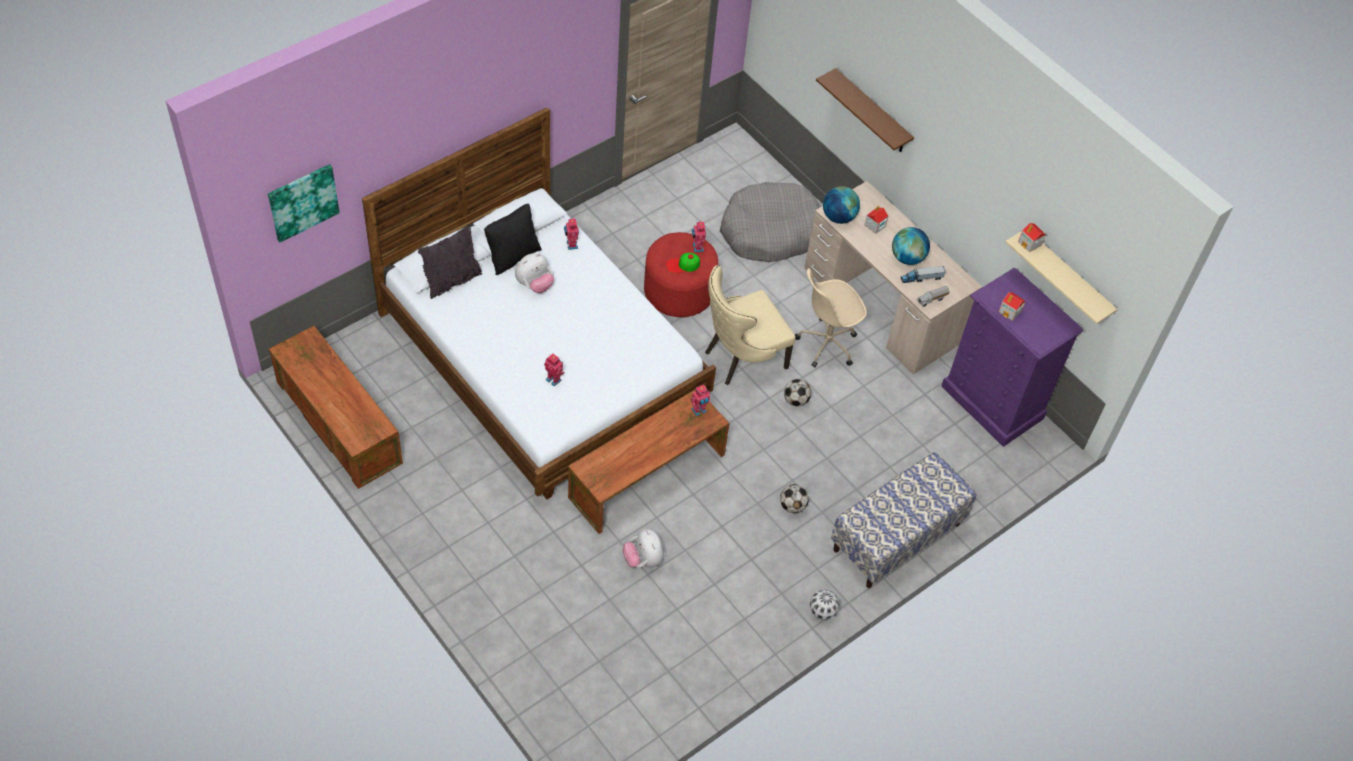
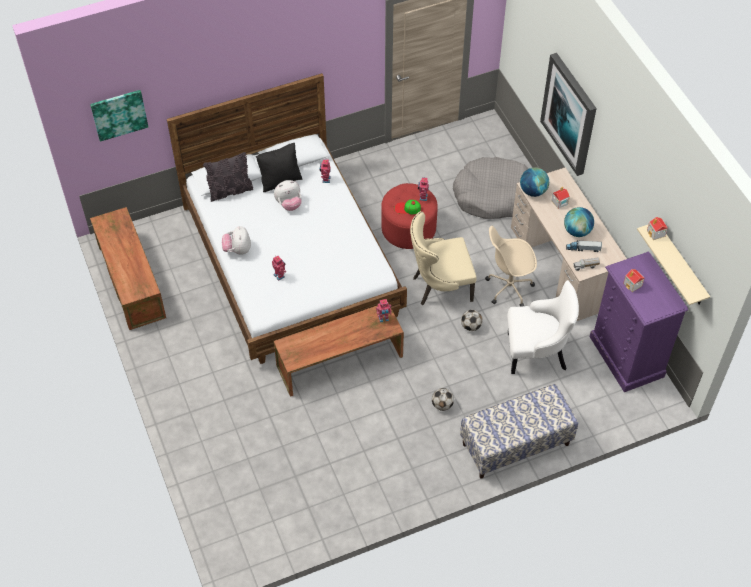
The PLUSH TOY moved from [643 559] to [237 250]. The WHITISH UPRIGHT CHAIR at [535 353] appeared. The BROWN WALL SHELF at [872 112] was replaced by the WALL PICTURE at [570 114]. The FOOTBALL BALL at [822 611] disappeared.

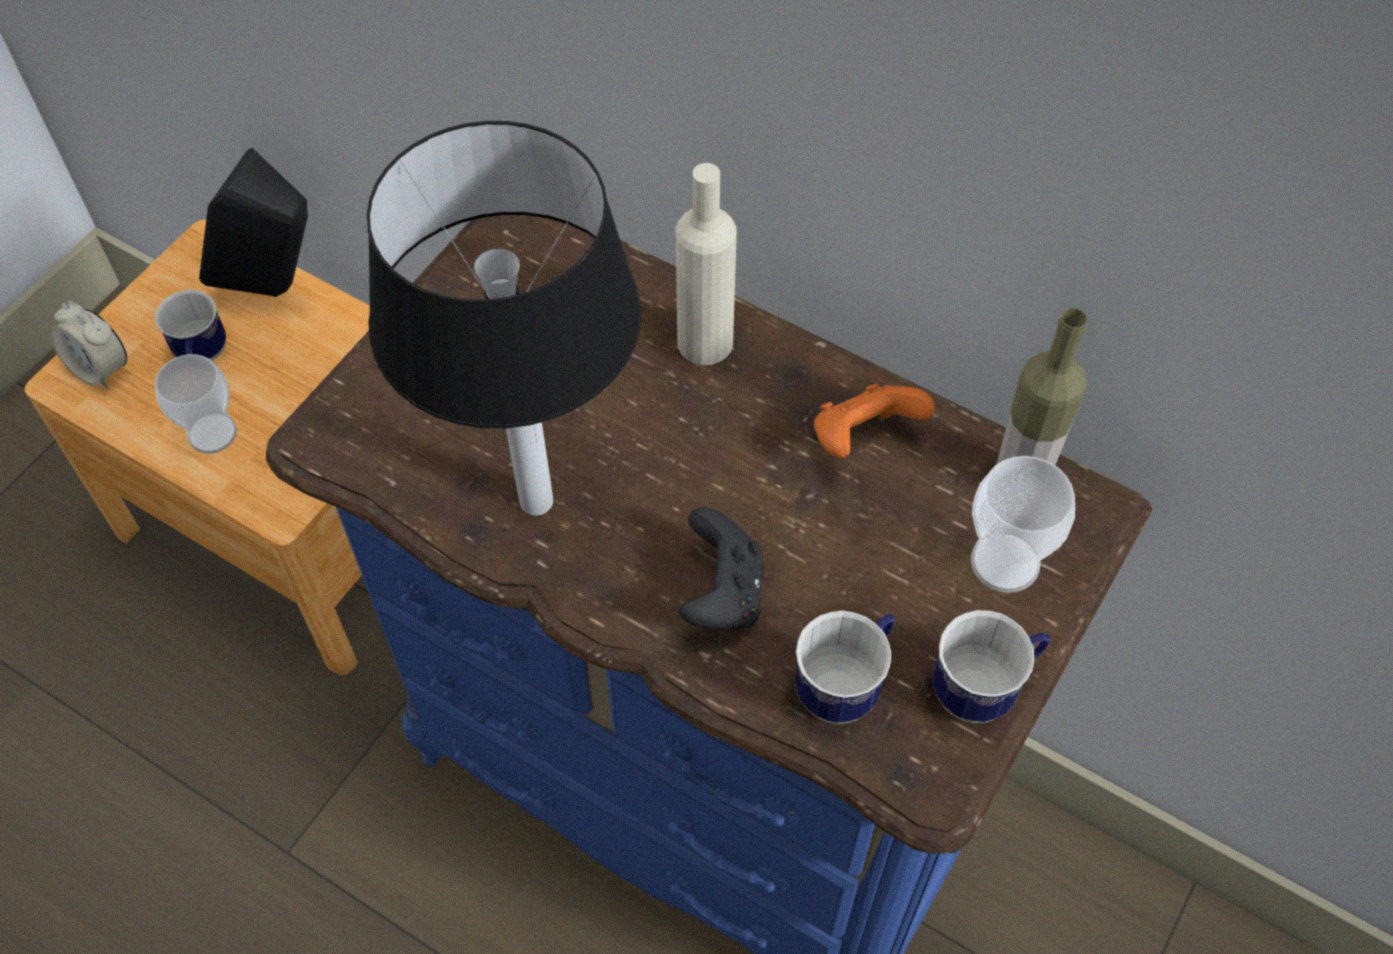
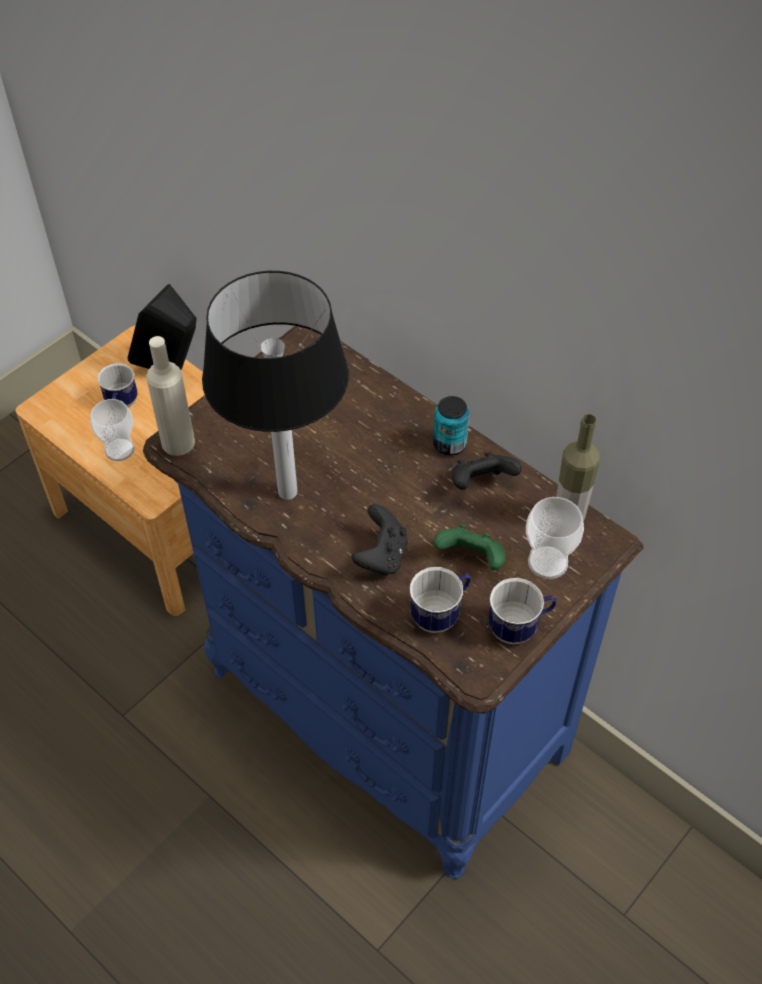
The BEIGE-COLOURED BEVERAGE BOTTLE moved from [705 342] to [178 442]. The METAL CAN at [449 444] appeared. The GREEN GAME CONTROLLER at [471 559] appeared. The ORANGE-COLOURED GAME CONTROLLER at [863 438] became the BLACK-COLOURED GAME CONTROLLER at [481 484]. The TABLE CLOCK at [100 369] disappeared.

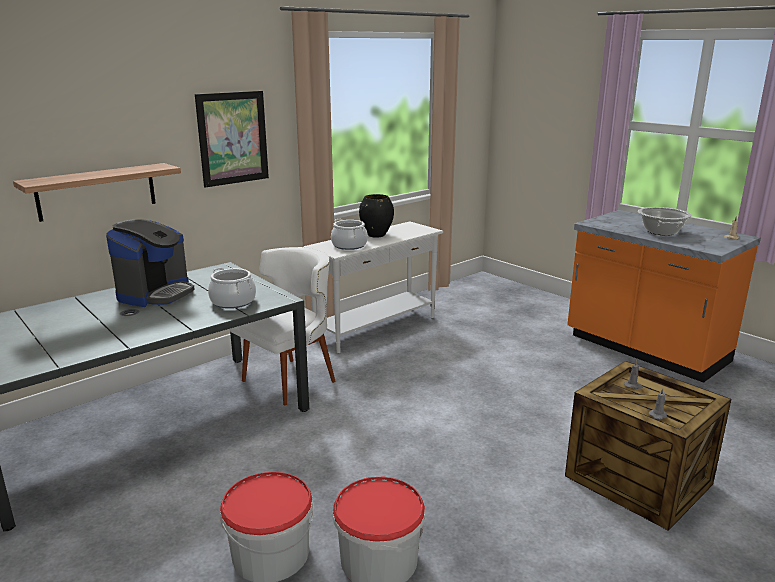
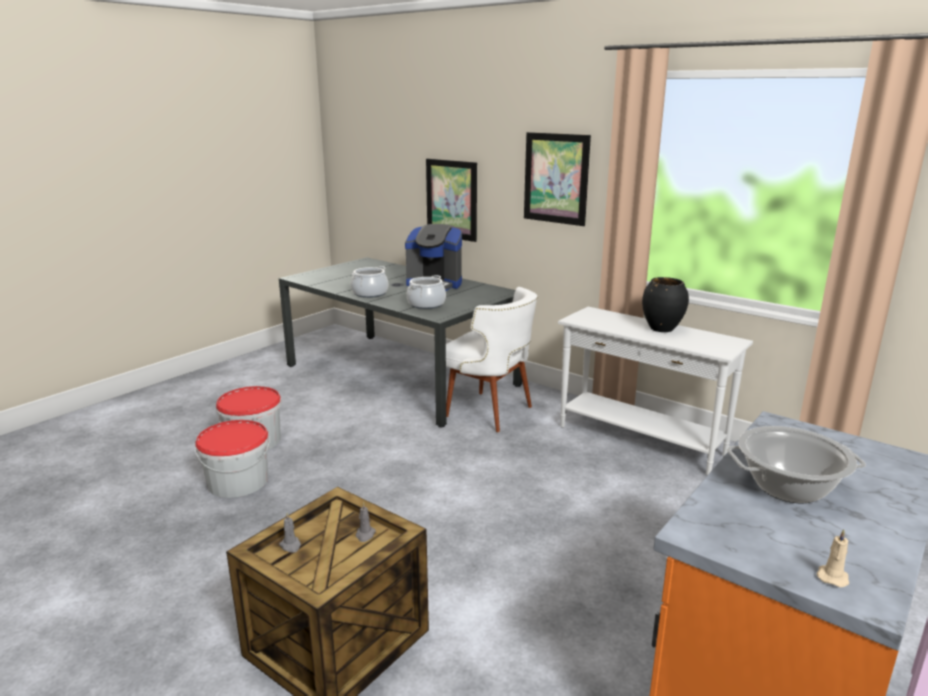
The STOCKPOT moved from [349 245] to [370 293]. The WALL SHELF at [97 191] was replaced by the WALL PICTURE at [451 199].

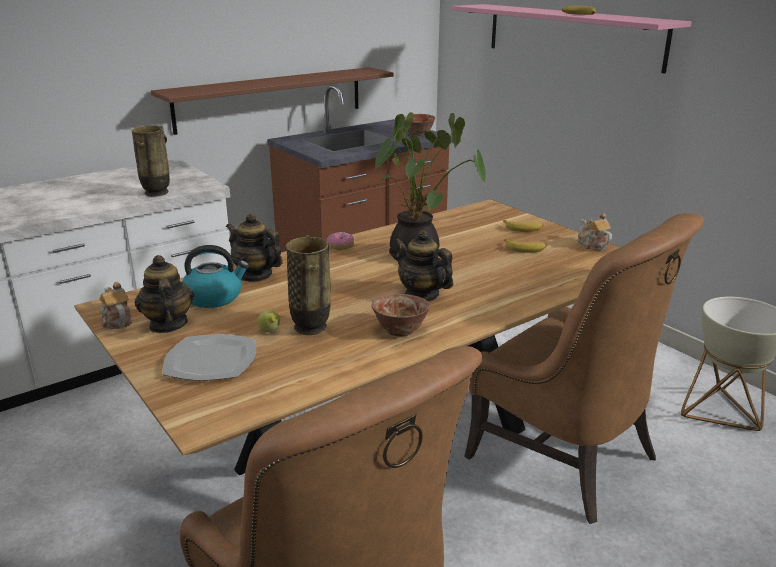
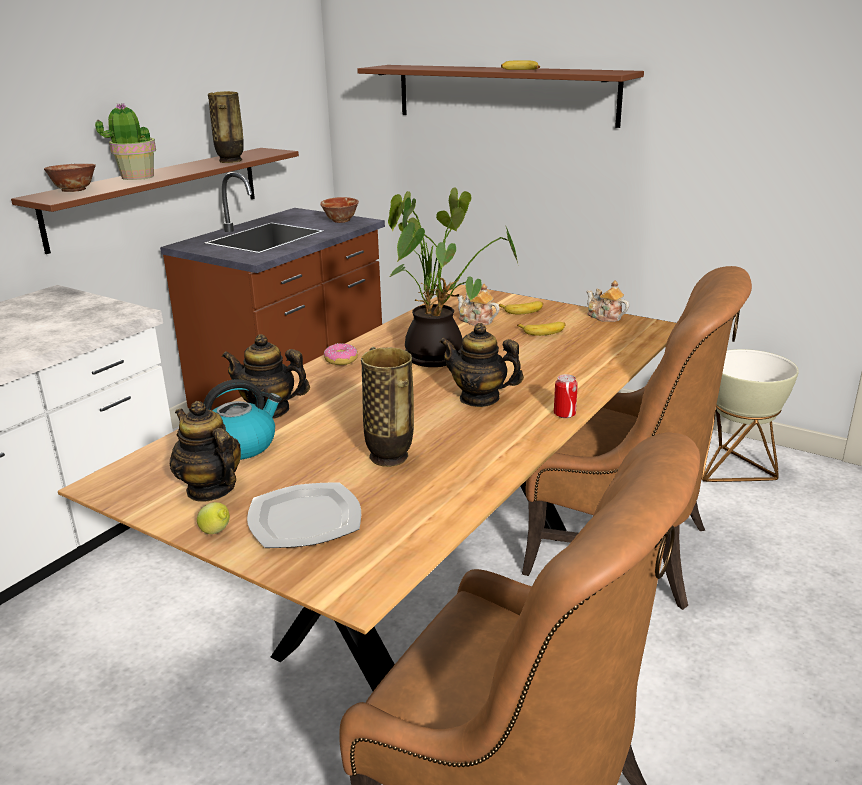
The SERVING BOWL moved from [400 330] to [74 190]. The HOUSEPLANT at [137 177] appeared. The WHOLE LEMON moved from [270 332] to [216 532]. The VASE moved from [157 193] to [231 161]. The PINK-COLOURED WALL SHELF at [571 35] became the BROWN WALL SHELF at [504 94]. The POT FOR TEA moved from [116 321] to [476 321]. The METAL CAN at [564 414] appeared.

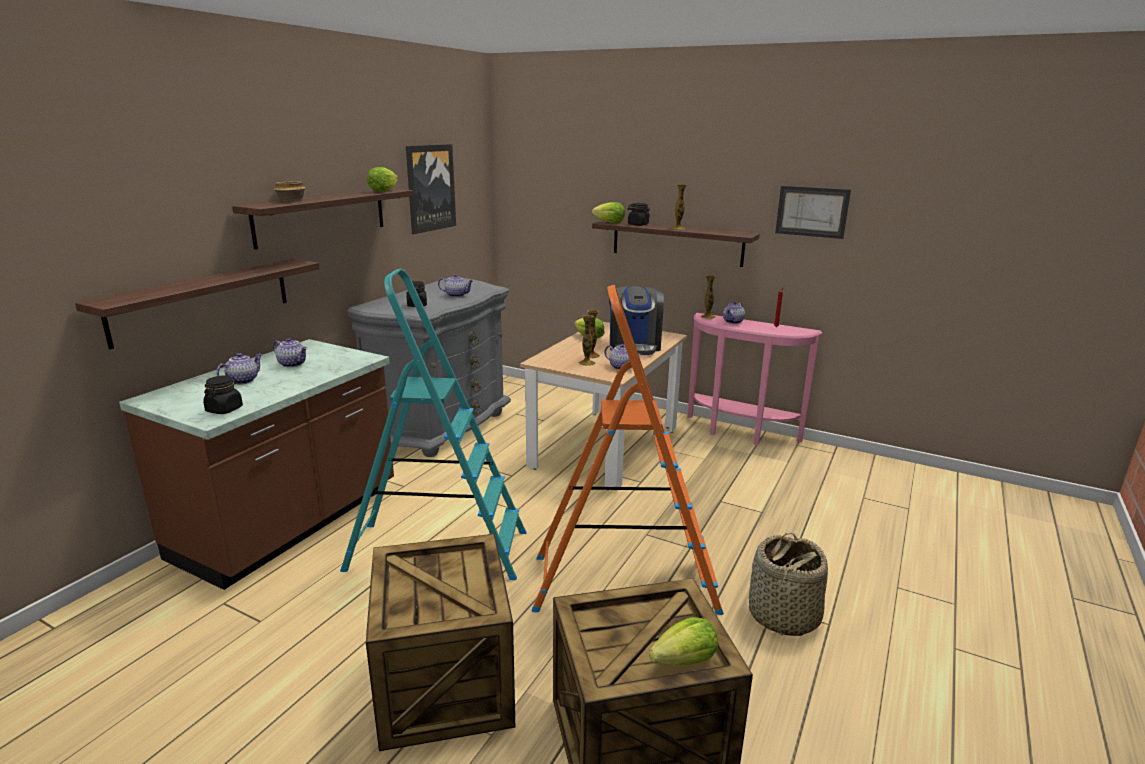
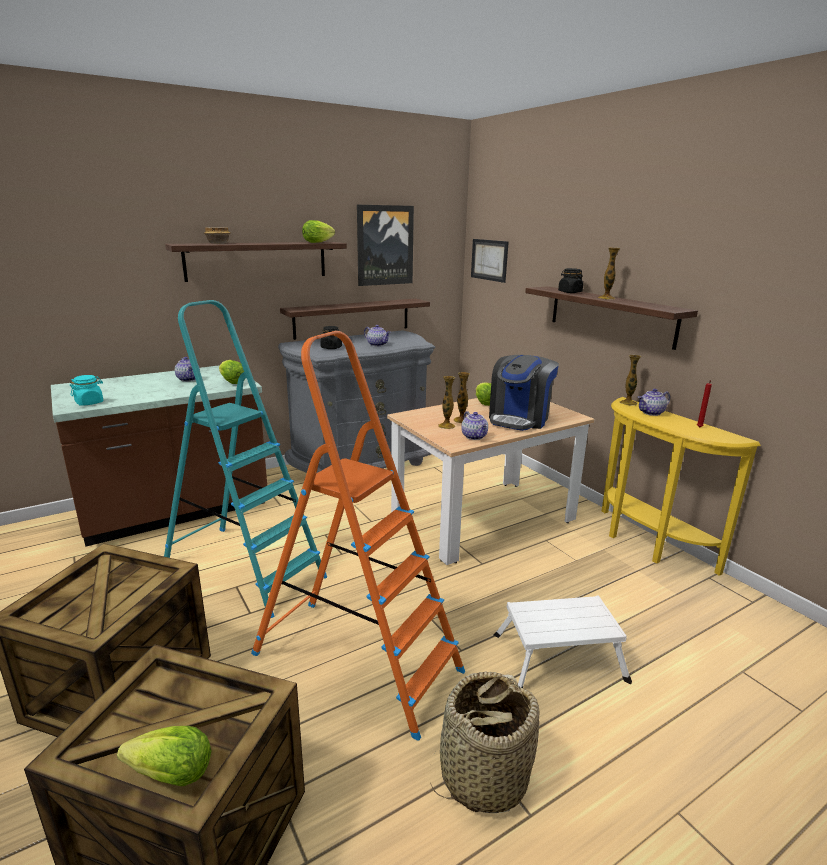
The BLACK-COLOURED PRESERVE JAR at [224 409] became the TURQUOISE-COLOURED PRESERVE JAR at [89 402]. The LETTUCE HEAD moved from [609 222] to [232 382]. The WALL SHELF moved from [203 300] to [352 318]. The WALL PICTURE moved from [812 211] to [489 260]. The WHITISH STEP LADDER at [560 657] appeared. The PINK-COLOURED NARROW TABLE at [739 433] became the YELLOW NARROW TABLE at [646 544]. The POT FOR TEA at [242 380] disappeared.

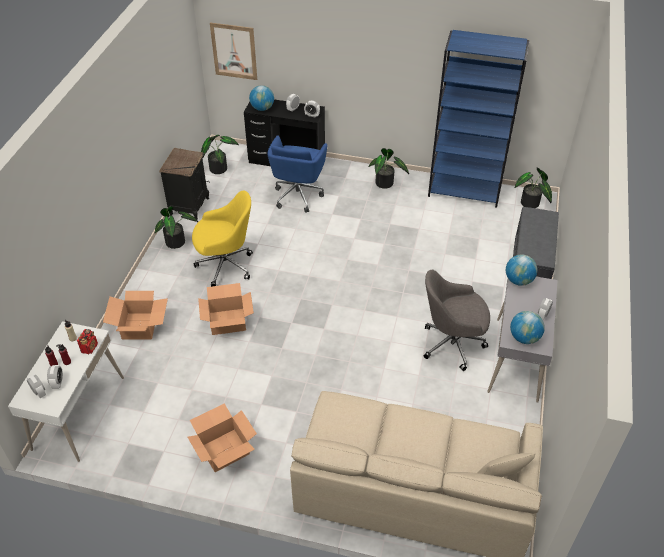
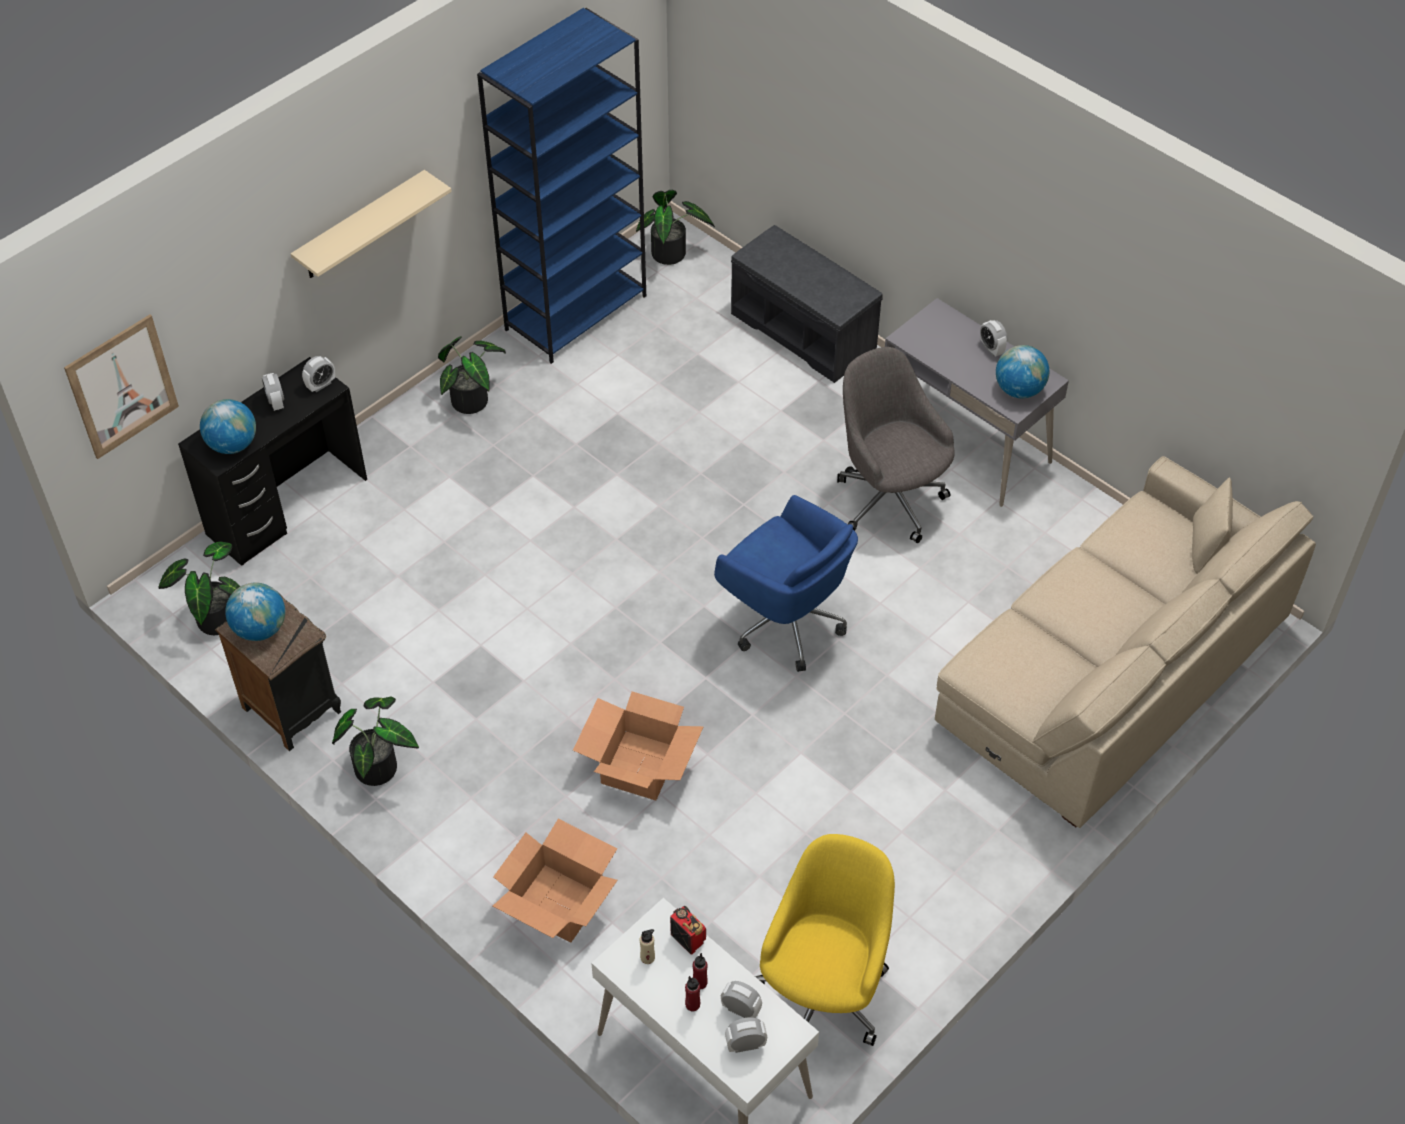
The DESK GLOBE moved from [518 280] to [260 629]. The BEIGE-COLOURED WALL SHELF at [361 226] appeared. The BLUE-COLOURED DESK CHAIR moved from [298 195] to [784 624]. The YELLOW DESK CHAIR moved from [226 266] to [823 994]. The GREYISH DESK CHAIR at [451 344] turned 120 degrees clockwise. The CARTON at [224 450] disappeared.

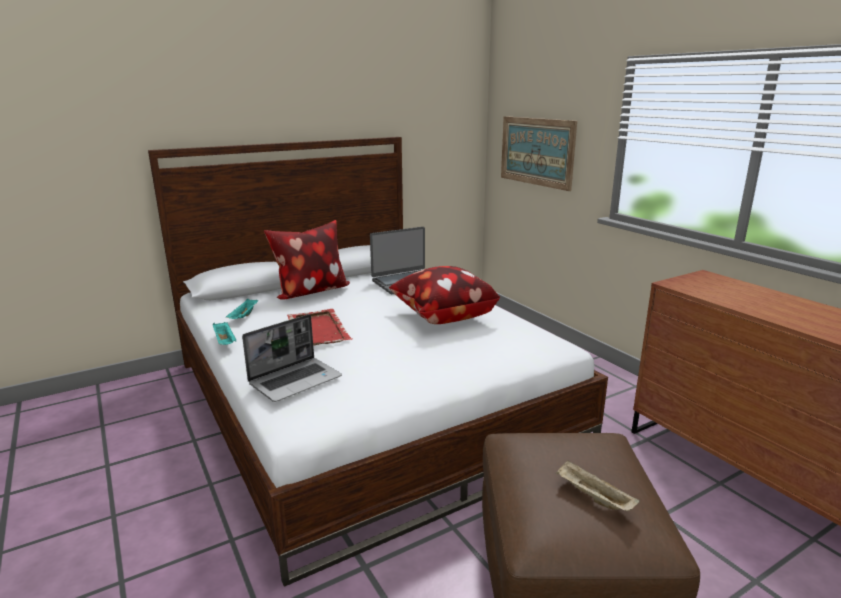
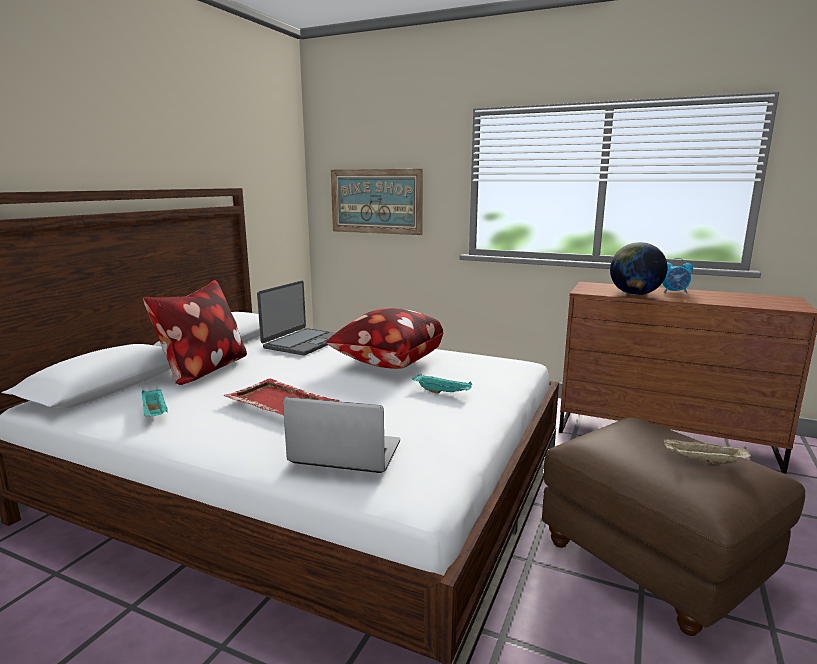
The NOTEBOOK COMPUTER at [296 380] turned 90 degrees counterclockwise. The TURQUOISE-COLOURED TRAY moved from [225 342] to [443 392]. The DESK GLOBE at [634 294] appeared. The TABLE CLOCK at [675 292] appeared.

